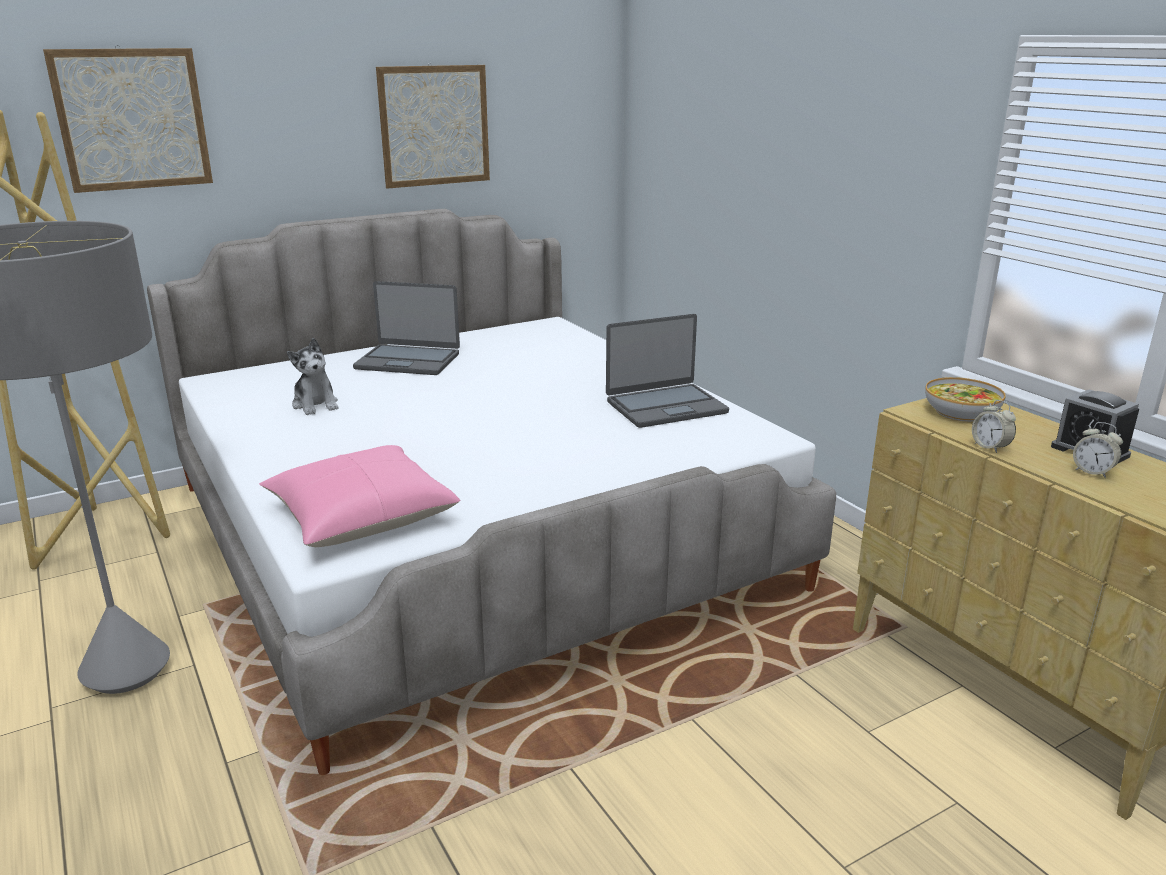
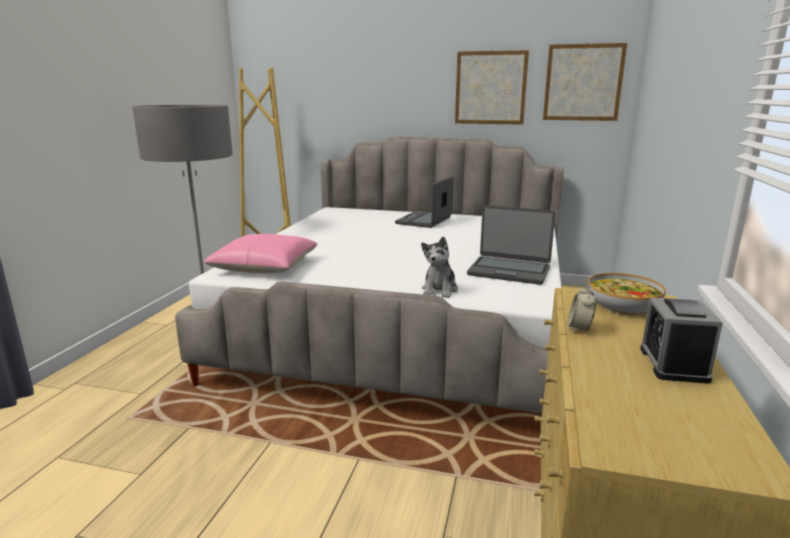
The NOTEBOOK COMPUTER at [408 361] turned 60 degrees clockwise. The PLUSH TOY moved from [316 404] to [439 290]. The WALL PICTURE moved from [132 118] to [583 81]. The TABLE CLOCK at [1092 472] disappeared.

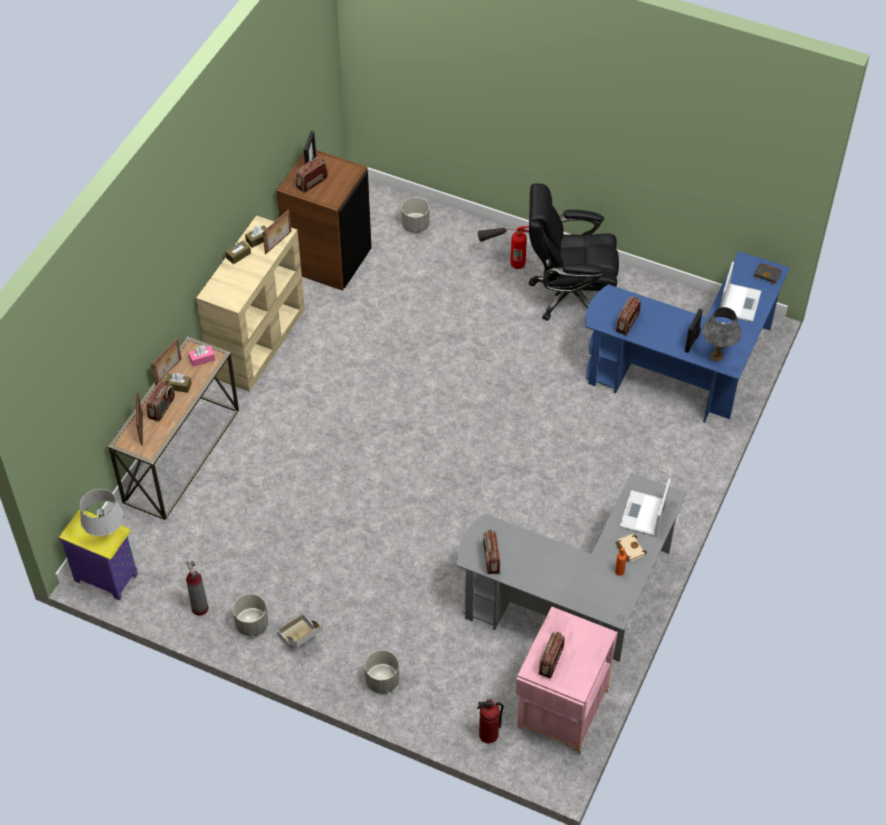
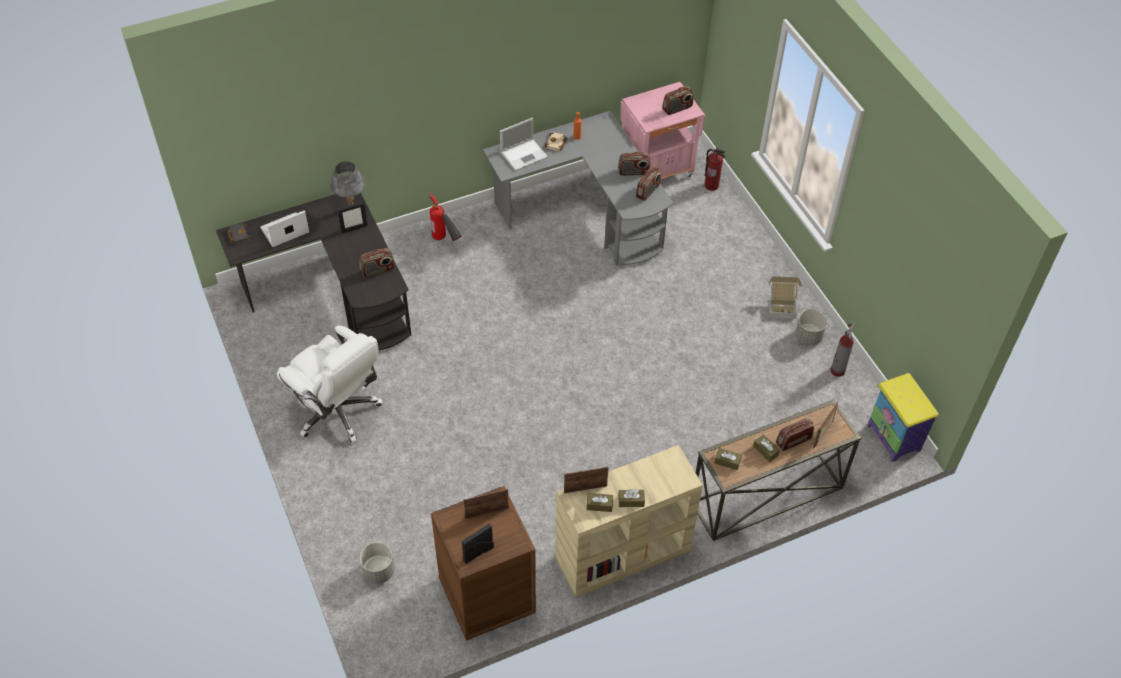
The BLUE-COLOURED DESK TABLE at [688 372] became the BLACK-COLOURED DESK TABLE at [335 294]. The BLACK-COLOURED DESK CHAIR at [570 294] became the WHITISH DESK CHAIR at [337 410]. The FIRE EXTINGUISHER moved from [504 261] to [446 243]. The PHOTO FRAME moved from [169 372] to [486 512]. The RADIO RECEIVER moved from [312 183] to [633 172]. The PINK-COLOURED TISSUE BOX at [202 359] became the BROWN TISSUE BOX at [727 461]. The GREYISH LAMP FOR A TABLE at [106 534] disappeared. The GREYISH PLANTER at [382 681] disappeared.

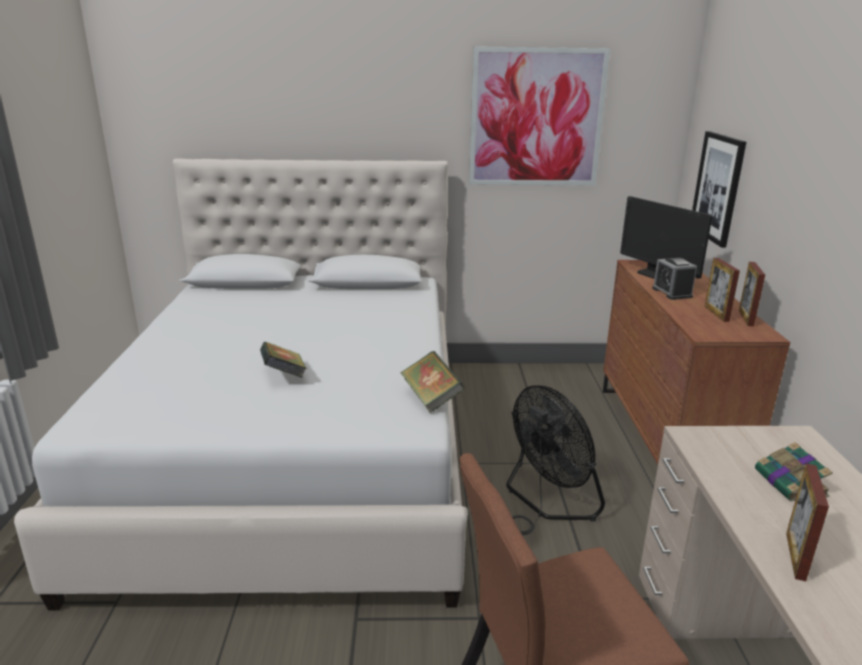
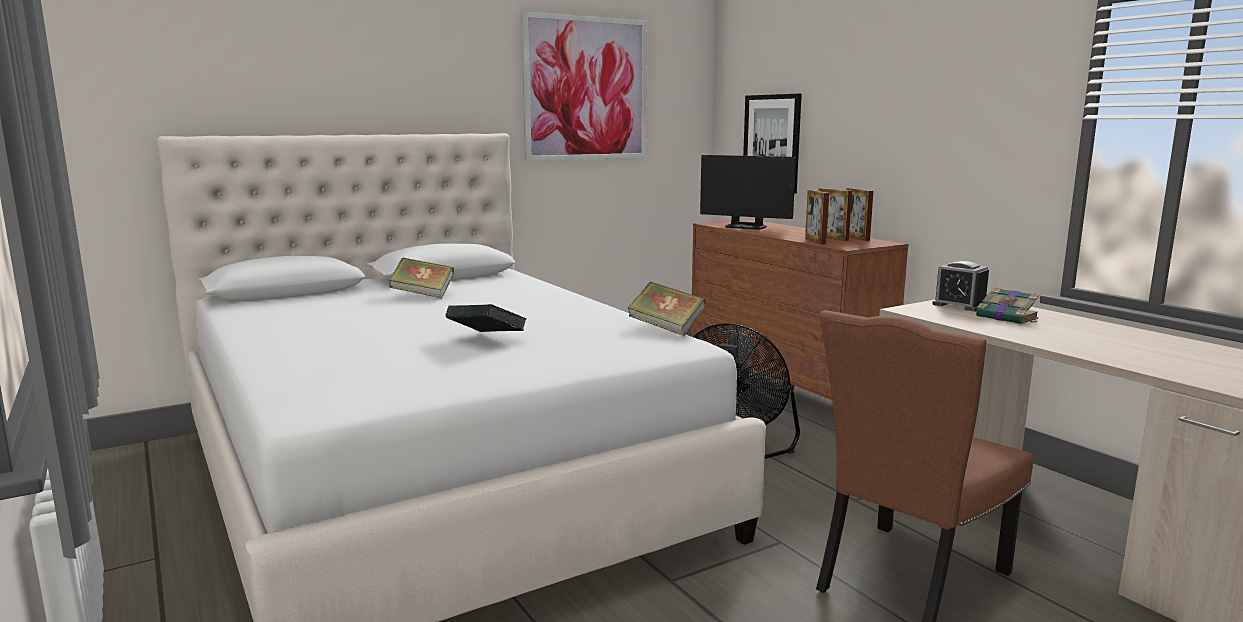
The BOOK at [423 295] appeared. The PHOTO FRAME moved from [795 556] to [815 241]. The TABLE CLOCK moved from [672 292] to [959 305].

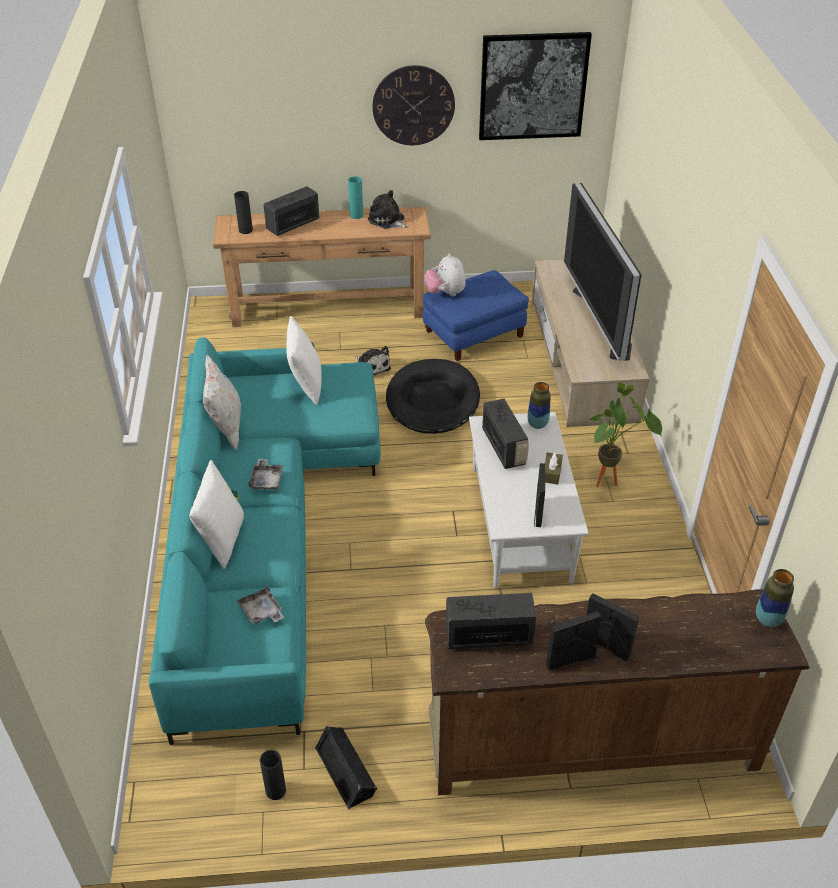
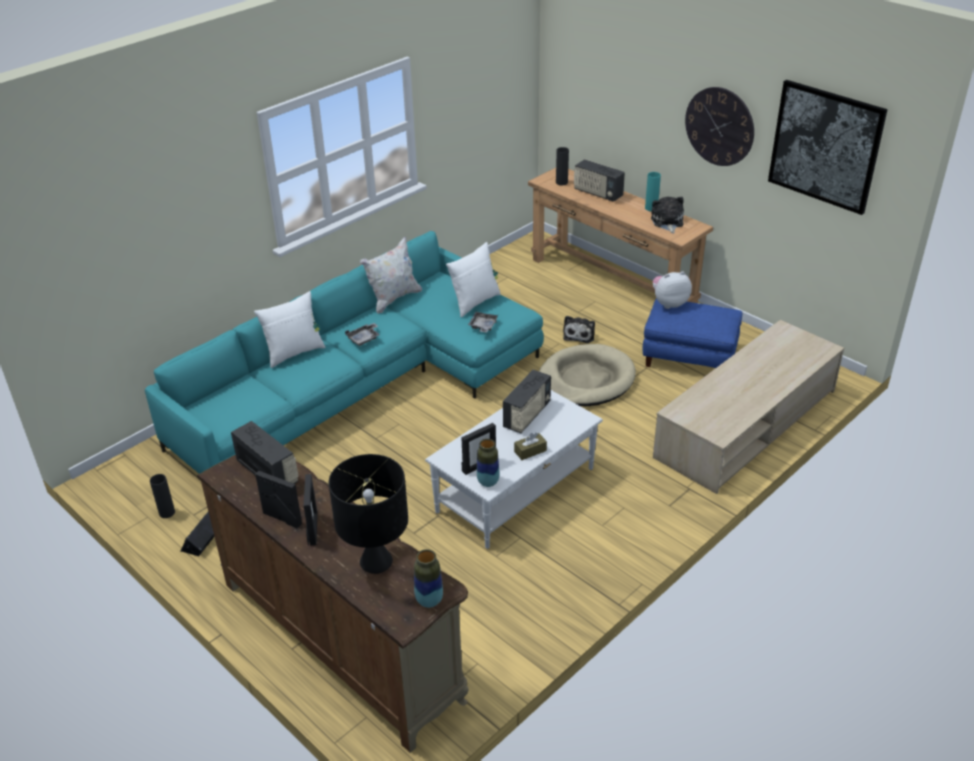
The BLACK-COLOURED LAMP FOR A TABLE at [376 564] appeared. The GREYISH TRAY moved from [261 612] to [483 326]. The VASE moved from [537 424] to [488 482]. The BLACK-COLOURED DOG BED at [432 401] became the BEIGE-COLOURED DOG BED at [585 380]. The RADIO RECEIVER at [293 224] turned 150 degrees counterclockwise. The PLUSH TOY at [445 293] turned 45 degrees clockwise. The TV SET at [601 322] disappeared. The HOUSEPLANT at [610 480] disappeared.

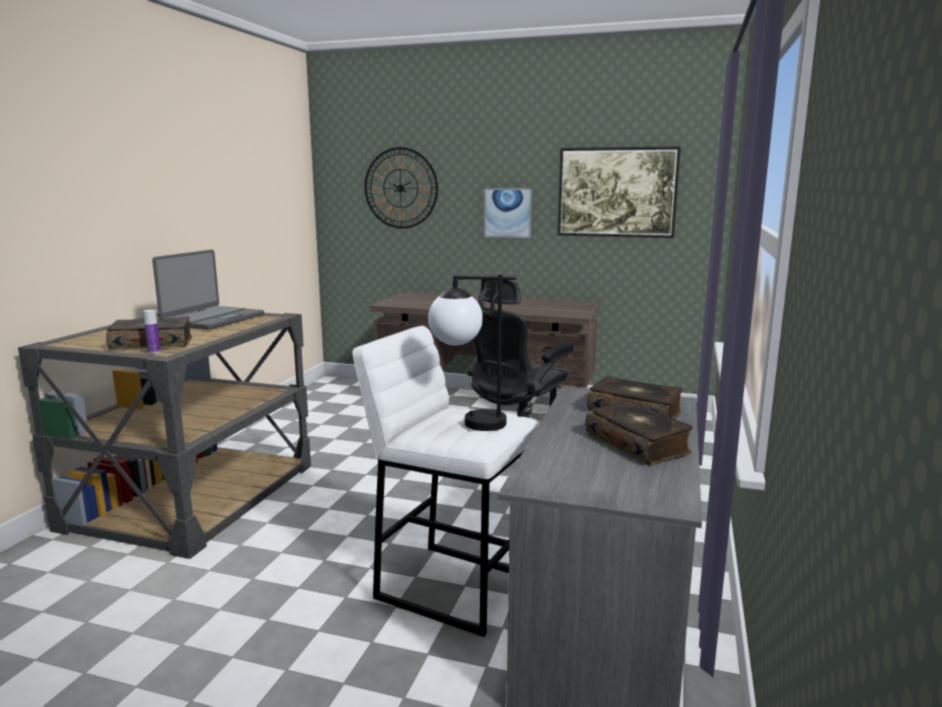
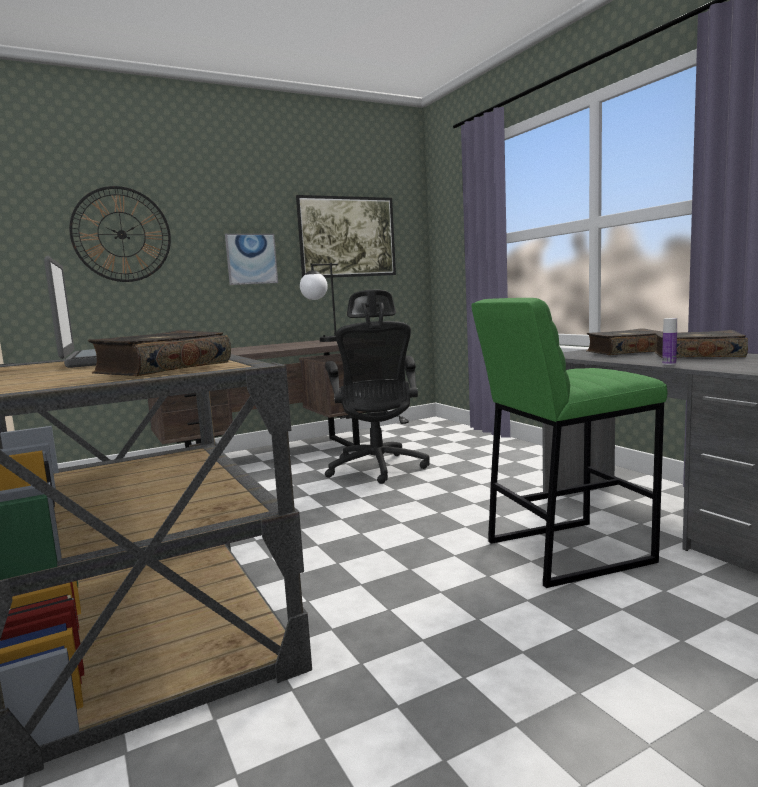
The LAMP FOR A TABLE moved from [467 423] to [323 341]. The WHITISH SITTING STOOL at [451 586] became the GREEN SITTING STOOL at [565 552]. The BEVERAGE BOTTLE moved from [154 352] to [669 364].

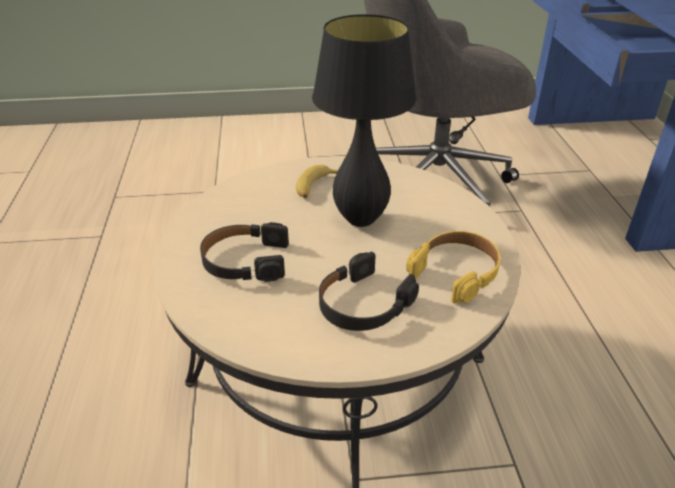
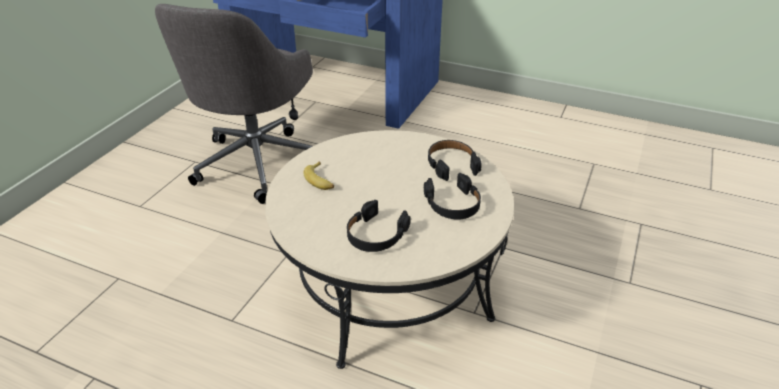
The YELLOW HEADPHONES at [456 272] became the BLACK-COLOURED HEADPHONES at [451 164]. The BLACK-COLOURED LAMP FOR A TABLE at [361 219] disappeared.

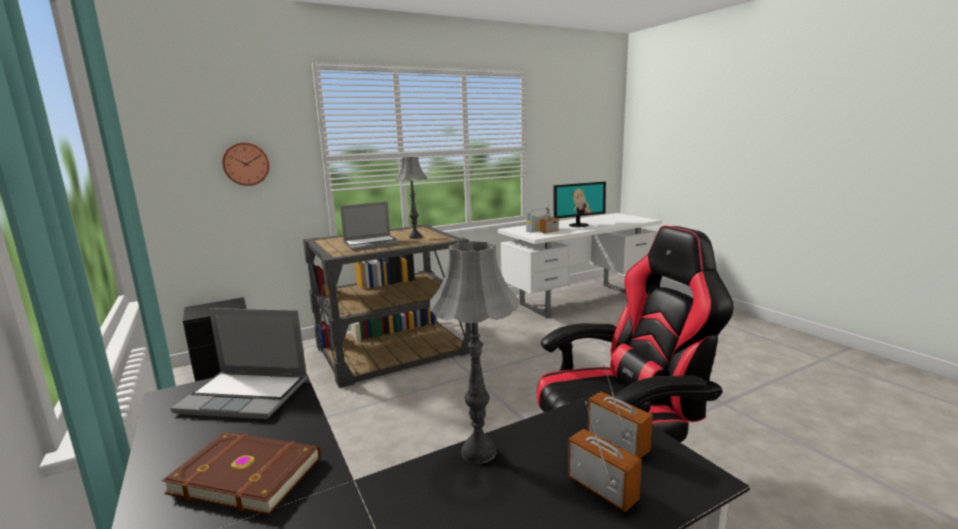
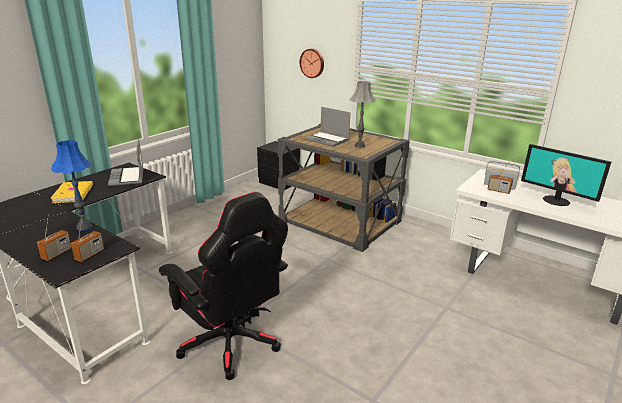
The BROWN BOOK at [247 473] became the YELLOW BOOK at [74 194]. The GREYISH LAMP FOR A TABLE at [479 452] became the BLUE-COLOURED LAMP FOR A TABLE at [84 227].

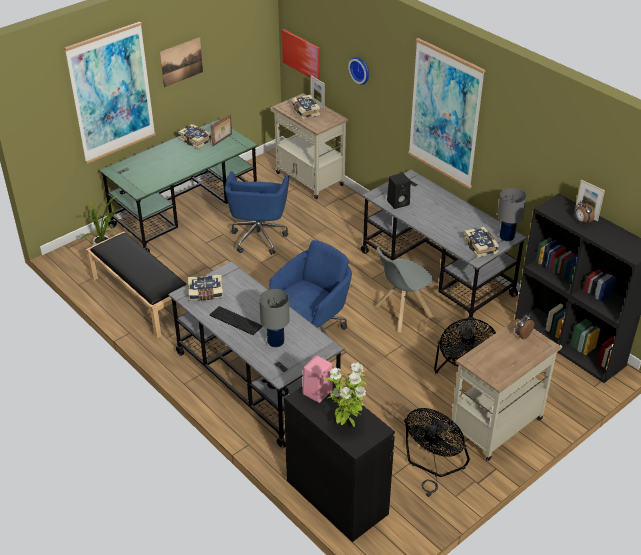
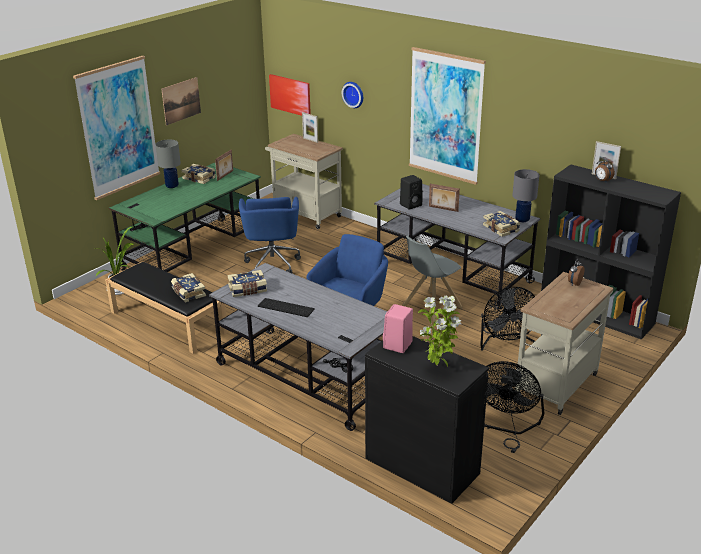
The GREYISH LAMP FOR A TABLE moved from [276 343] to [172 186]. The BOOK moved from [305 111] to [188 293]. The PHOTO FRAME at [443 209] appeared.

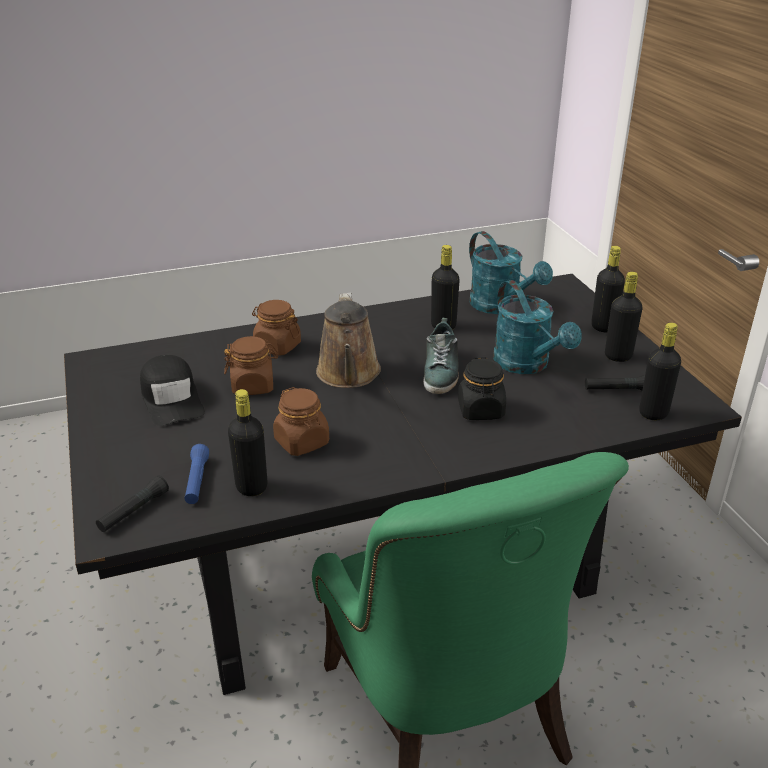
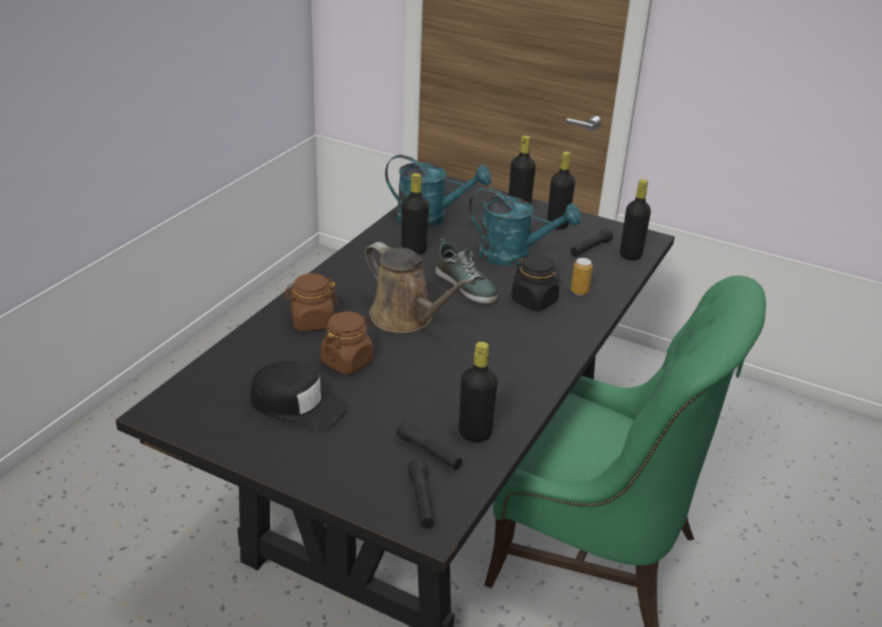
The BLUE-COLOURED HAND TORCH at [197 481] became the BLACK-COLOURED HAND TORCH at [429 452]. The METAL CAN at [579 291] appeared. The BROWN PRESERVE JAR at [302 442] disappeared.

